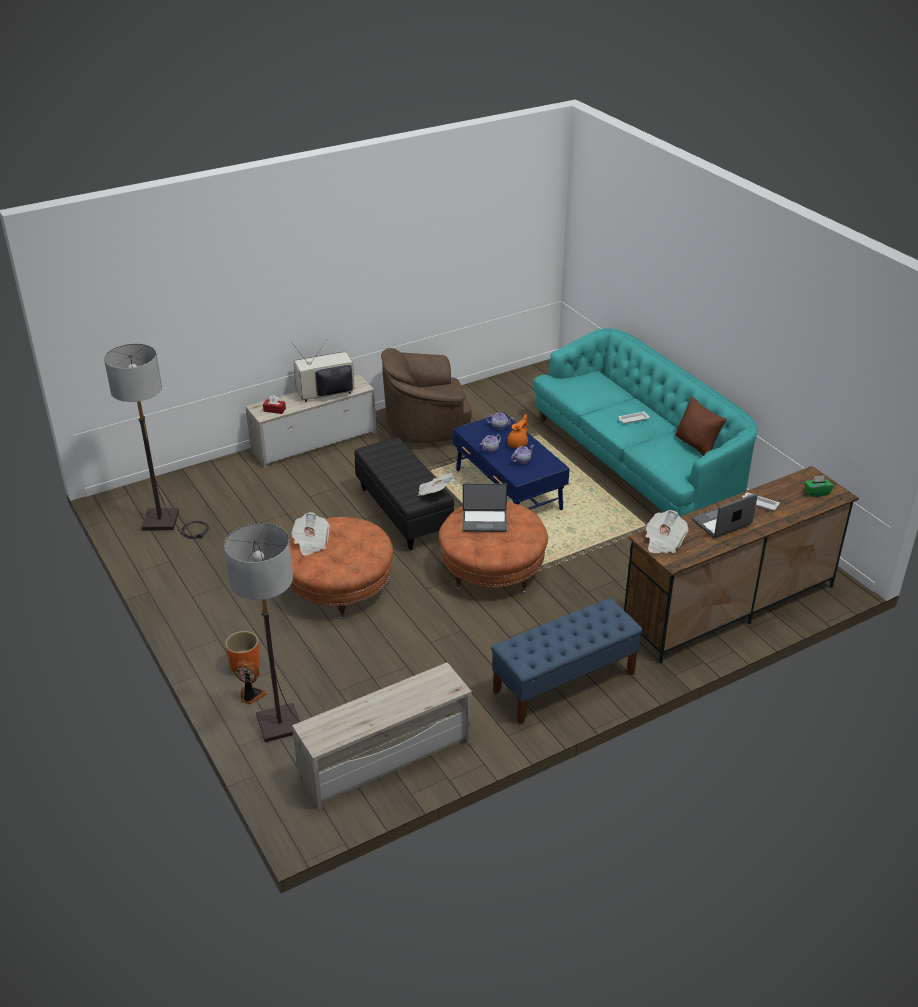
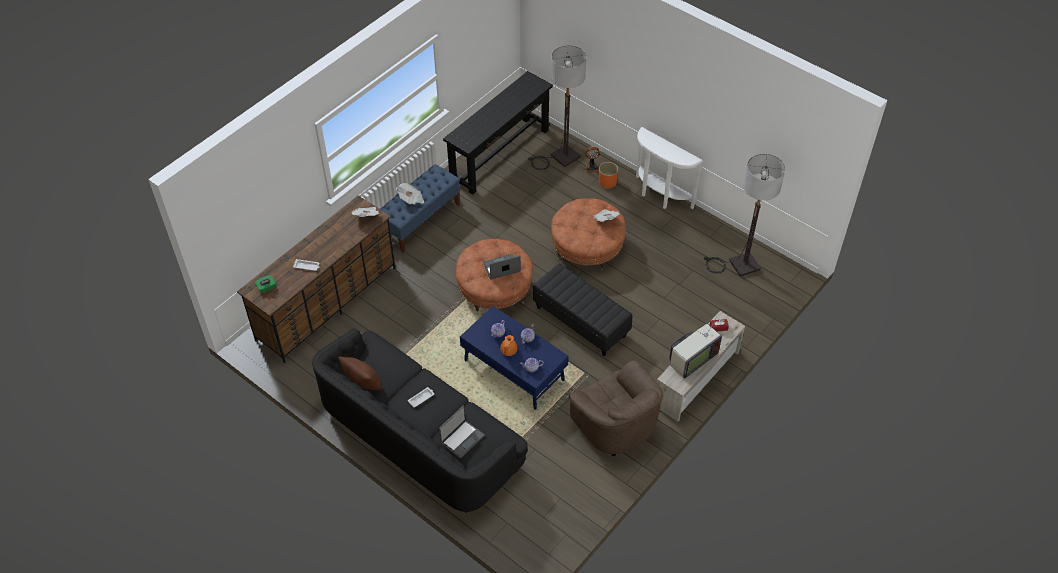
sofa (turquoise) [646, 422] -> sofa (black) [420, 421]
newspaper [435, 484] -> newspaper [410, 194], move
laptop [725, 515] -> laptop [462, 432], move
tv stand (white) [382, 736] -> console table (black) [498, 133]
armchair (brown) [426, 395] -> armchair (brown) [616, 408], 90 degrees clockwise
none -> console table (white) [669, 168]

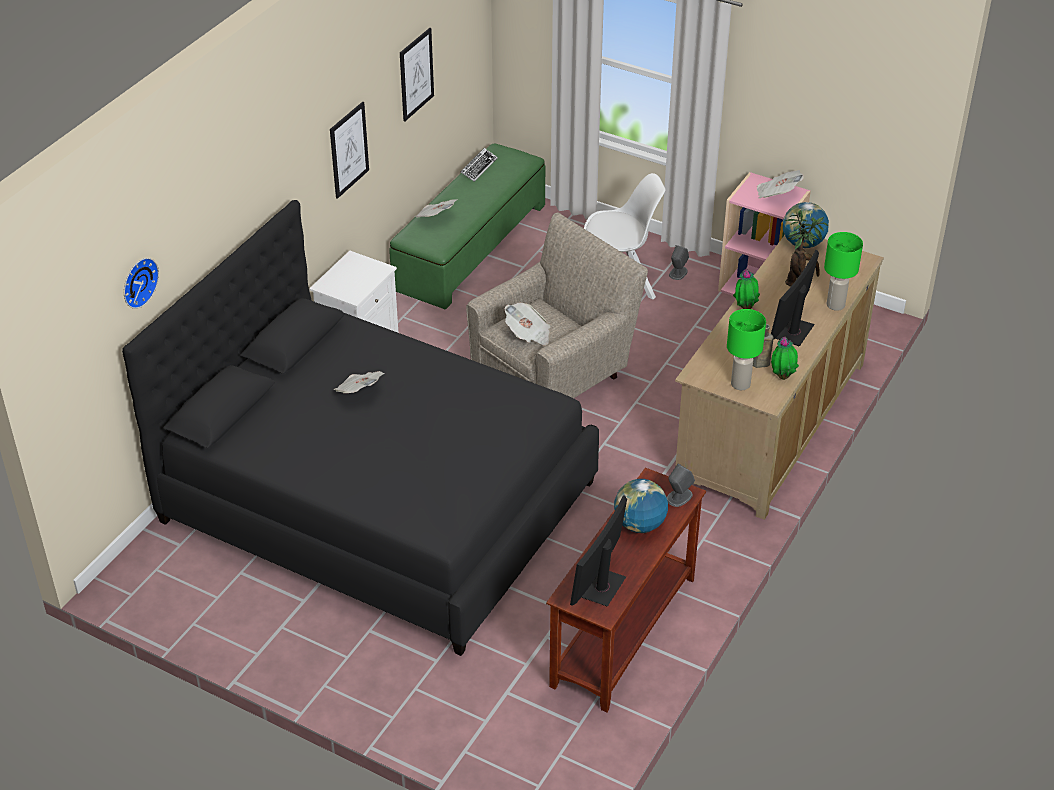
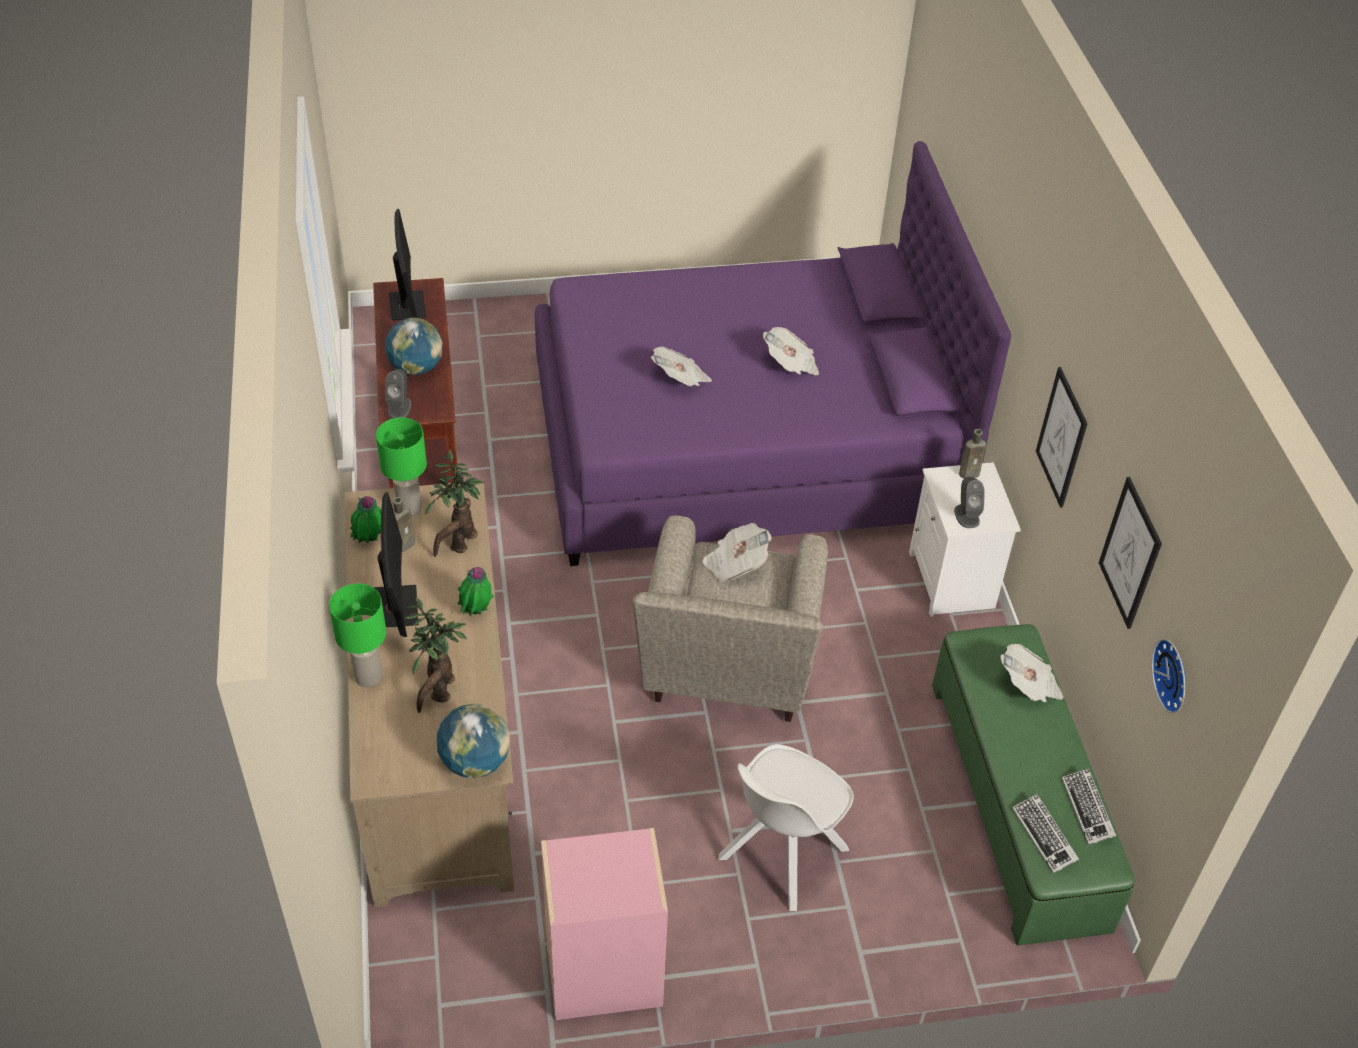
none -> potted plant [454, 503]
bed (black) [360, 428] -> bed (purple) [772, 353]
newspaper [780, 184] -> newspaper [681, 366], move
speaker (grey) [679, 262] -> speaker (grey) [969, 502], move
none -> bottle (brown) [972, 454]
none -> keyboard [1045, 834]
wall clock [141, 283] -> wall clock [1168, 676], move

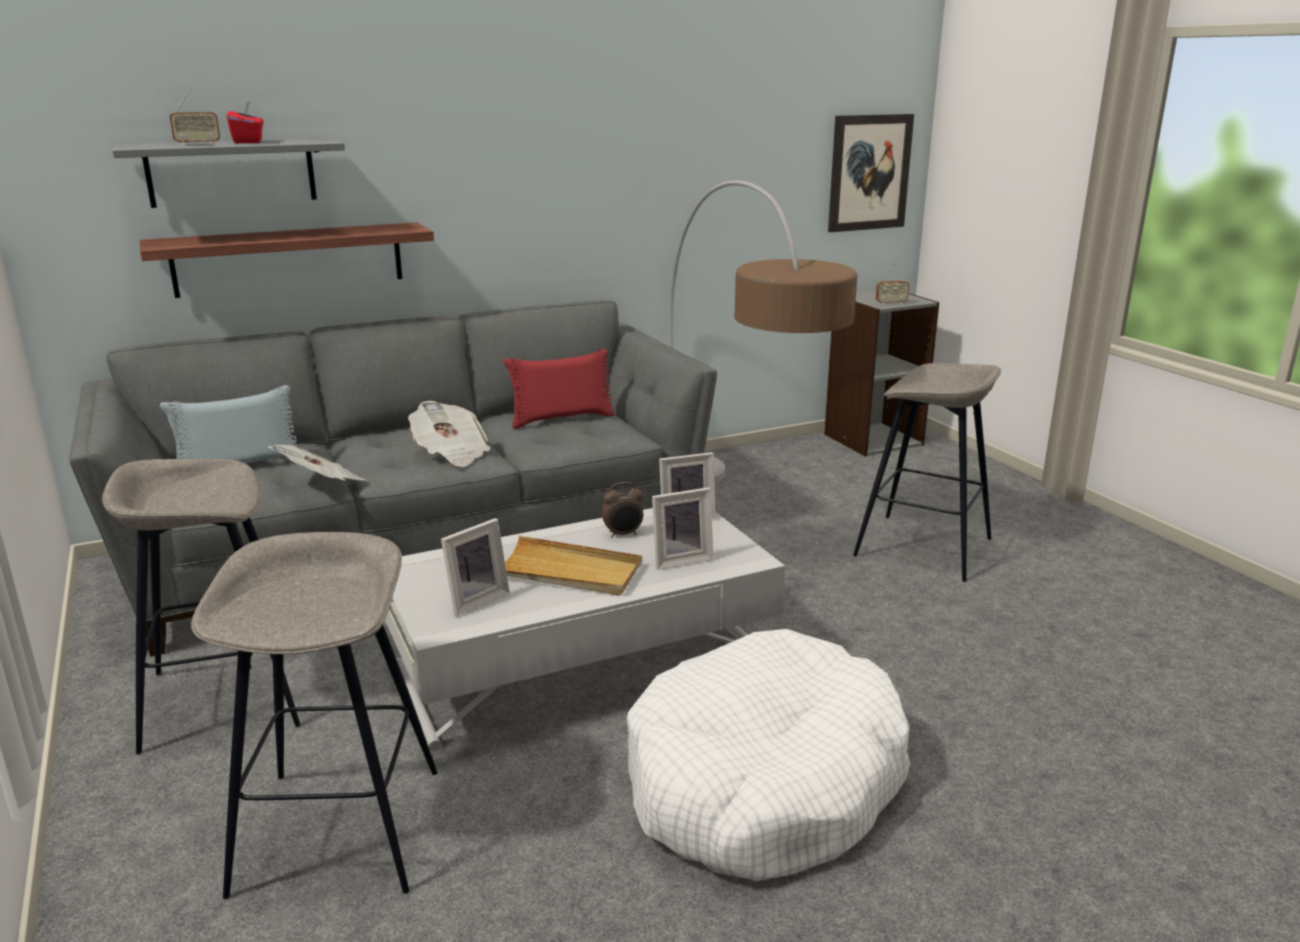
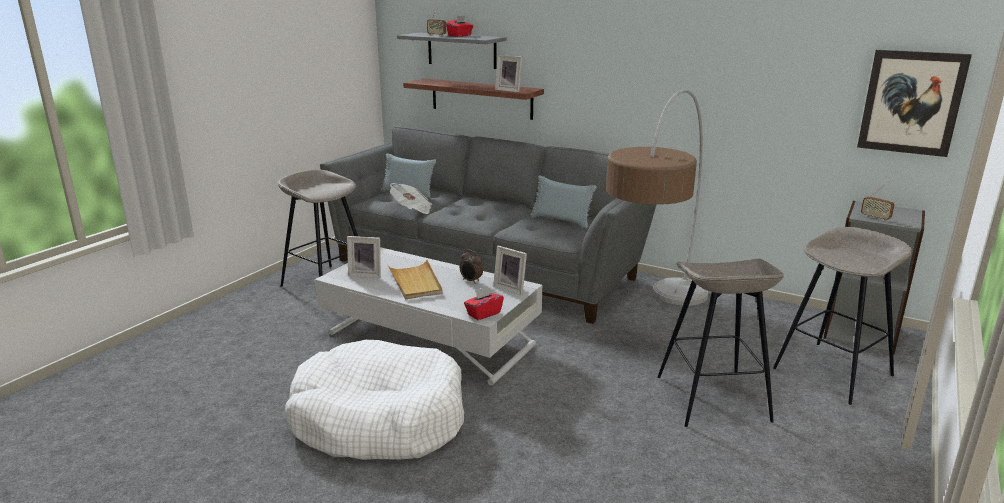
none -> tissue box (red) [484, 303]
picture frame [682, 528] -> picture frame [508, 73], move
pillow (red) [558, 389] -> pillow (blue) [563, 202]
stool (grey) [314, 715] -> stool (grey) [842, 316], move
newspaper [449, 434] -> none

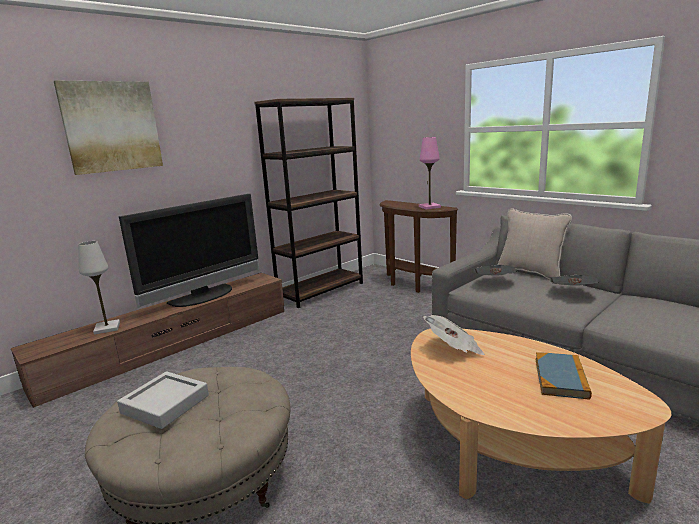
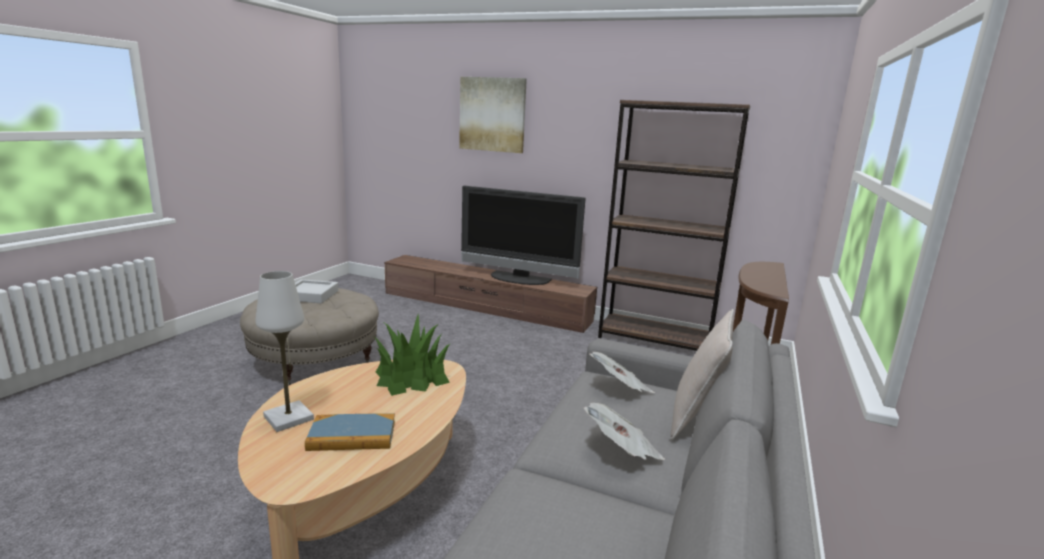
table lamp (white) [99, 288] -> table lamp (white) [284, 351], move
newspaper [454, 335] -> potted plant [413, 355]
table lamp (pink) [430, 173] -> none

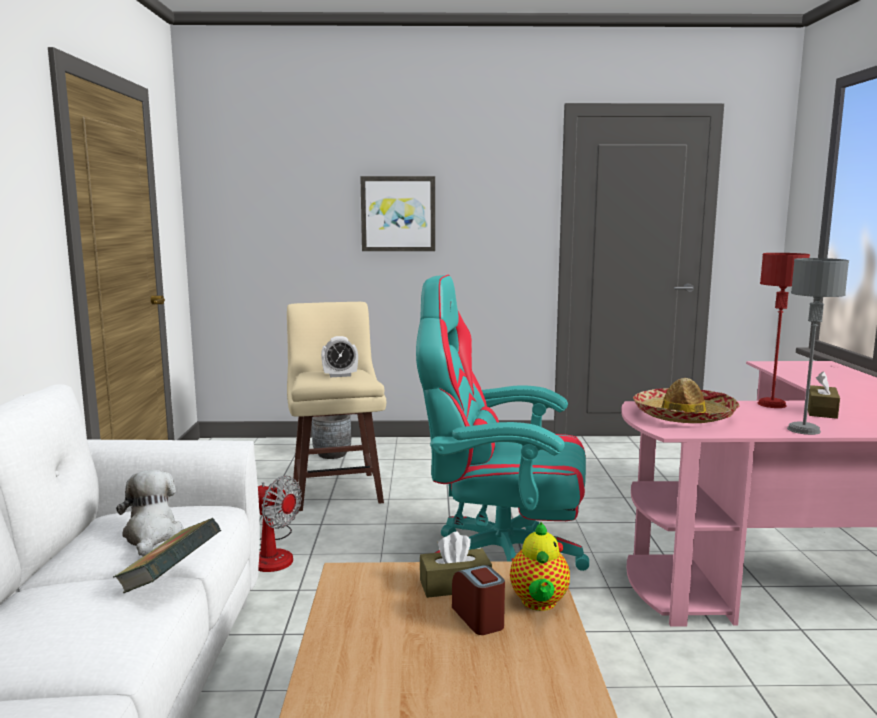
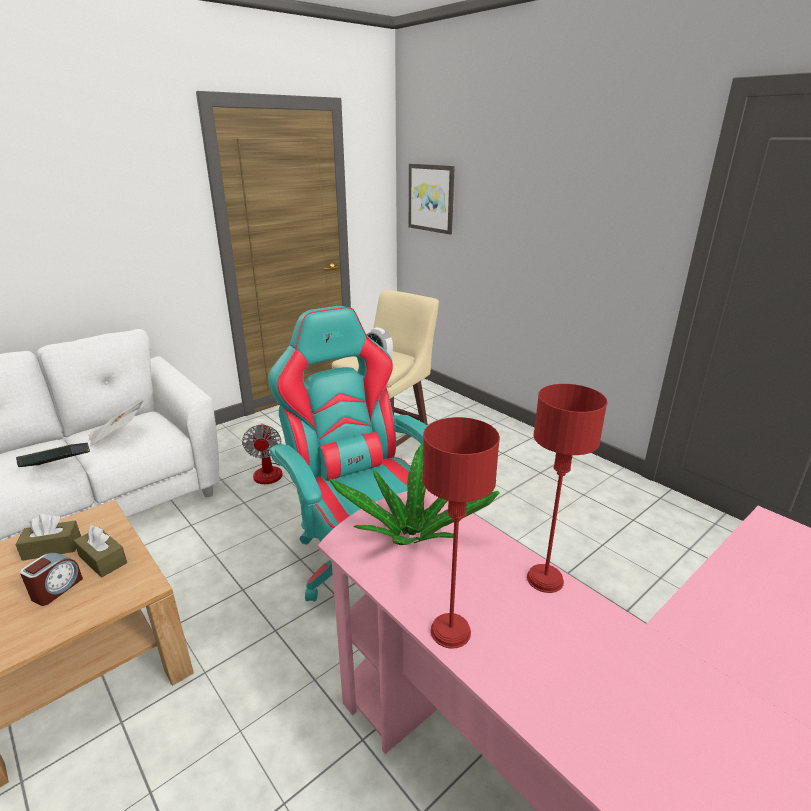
tissue box (brown) [824, 395] -> tissue box (brown) [48, 537], move
plush toy [149, 513] -> newspaper [116, 422]
hat [686, 400] -> potted plant [414, 494]
picture [397, 213] -> picture [432, 199], move
table lamp (grey) [818, 346] -> table lamp (red) [461, 533]
planter (grey) [331, 437] -> none
teapot [540, 566] -> none

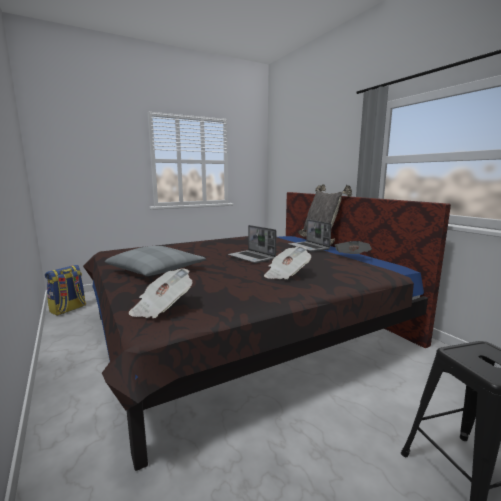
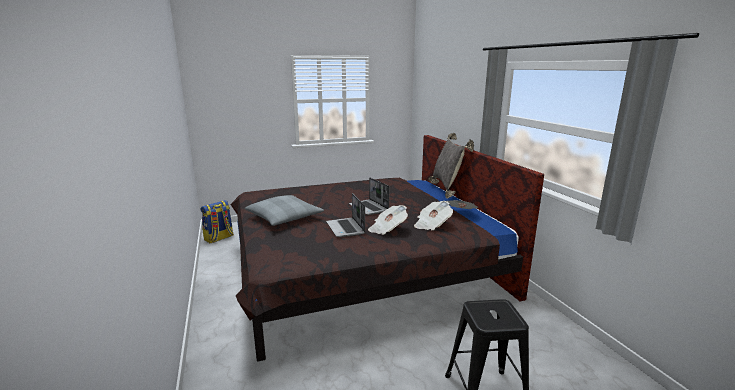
laptop [310, 235] -> laptop [345, 215], move
newspaper [160, 293] -> newspaper [433, 215], move

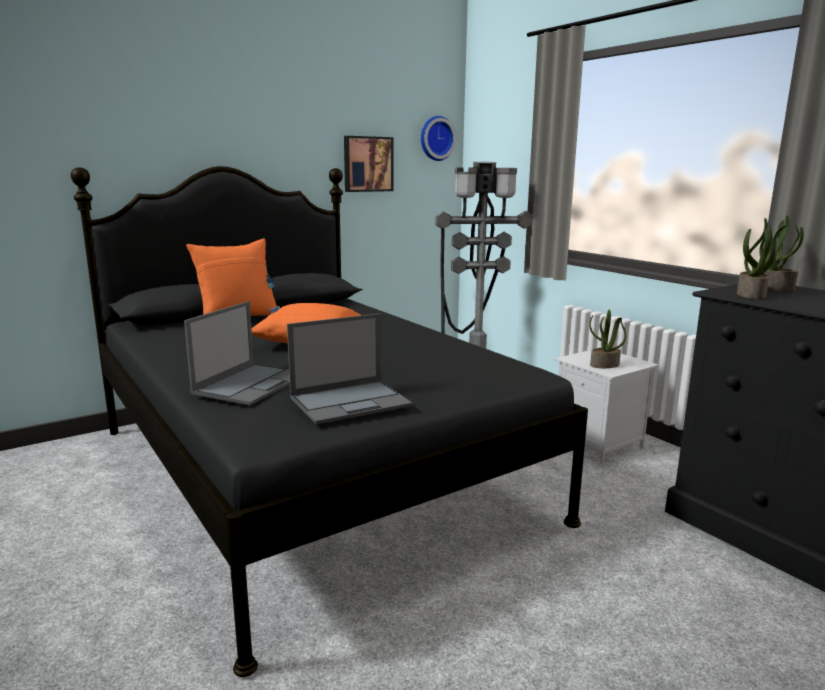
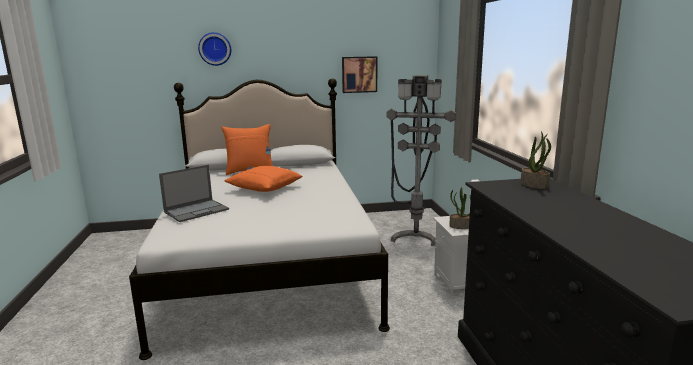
bed (black) [329, 421] -> bed (white) [259, 219]
wall clock [438, 138] -> wall clock [214, 49], move
laptop [350, 368] -> none
potted plant [762, 258] -> none

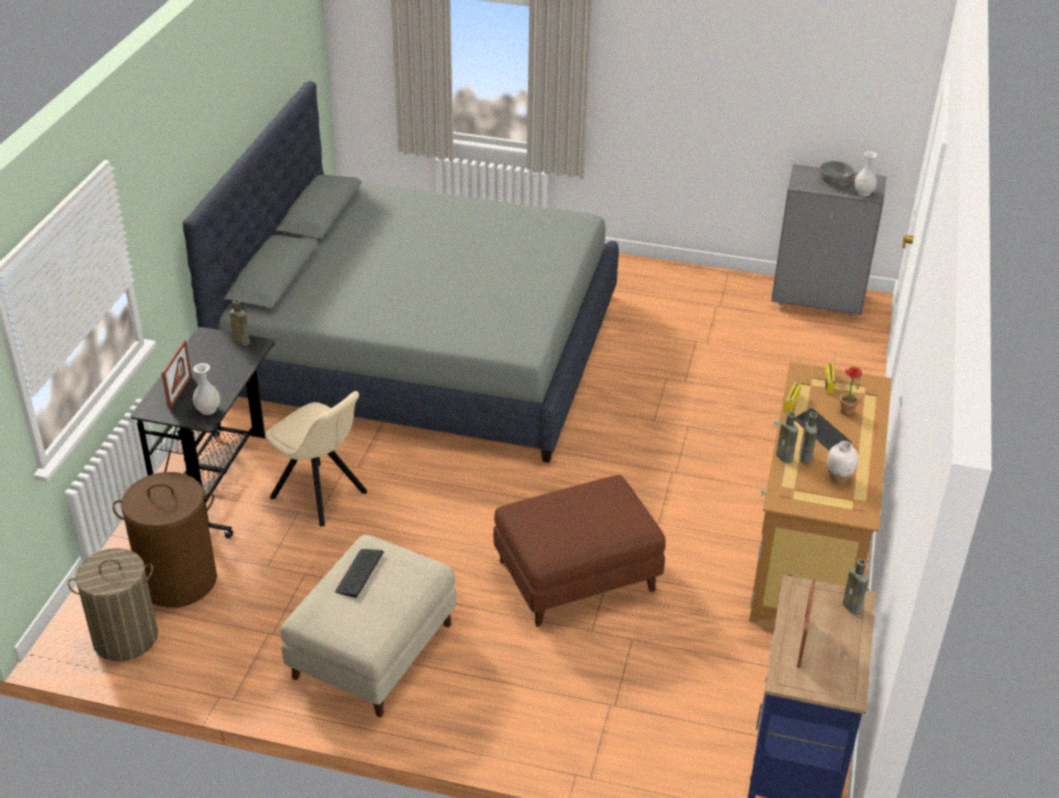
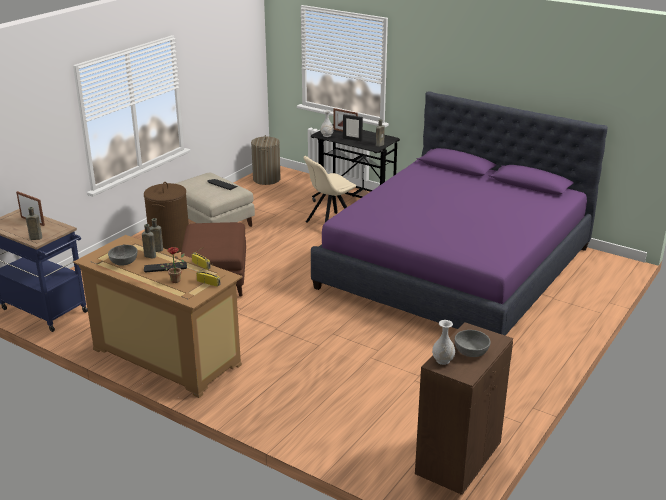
vase (white) [842, 462] -> bowl (grey) [123, 255]
laundry basket (brown) [164, 540] -> laundry basket (brown) [166, 217], move
bed (grey) [400, 272] -> bed (purple) [459, 213]
none -> picture frame [353, 127]
cabinet (grey) [829, 240] -> cabinet (brown) [464, 408]

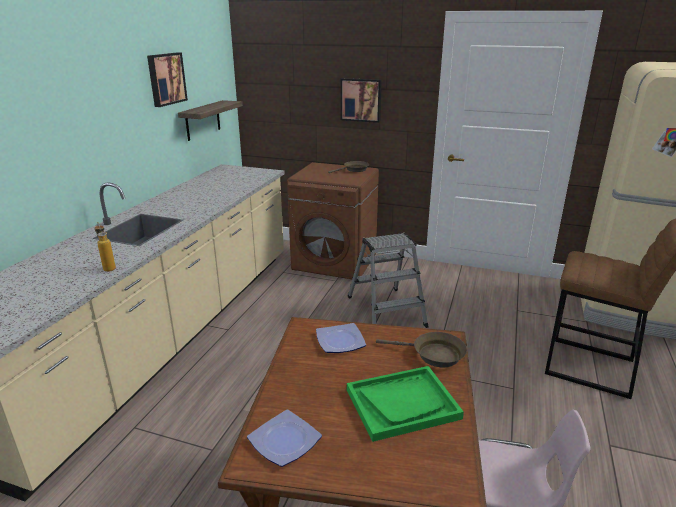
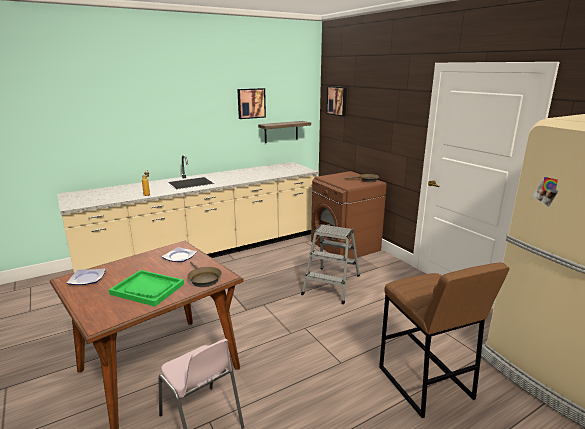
picture [361, 100] -> picture [336, 101], move

